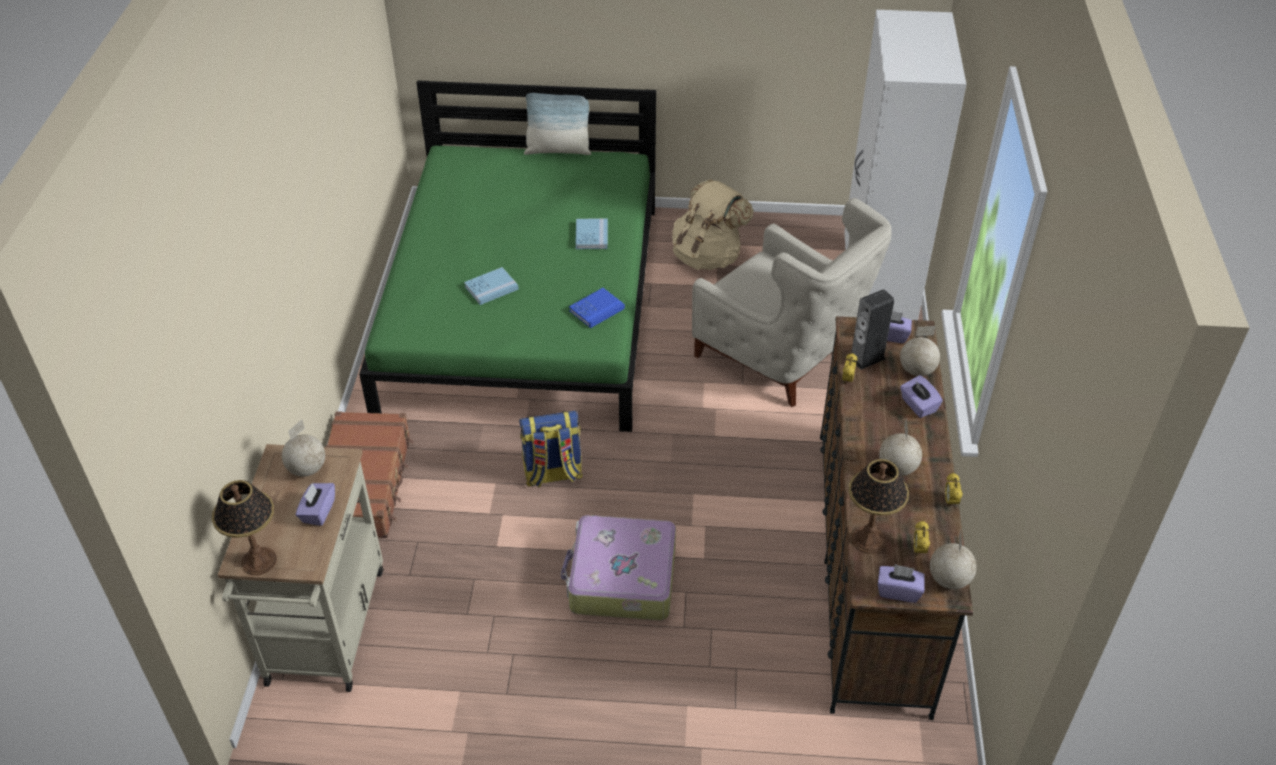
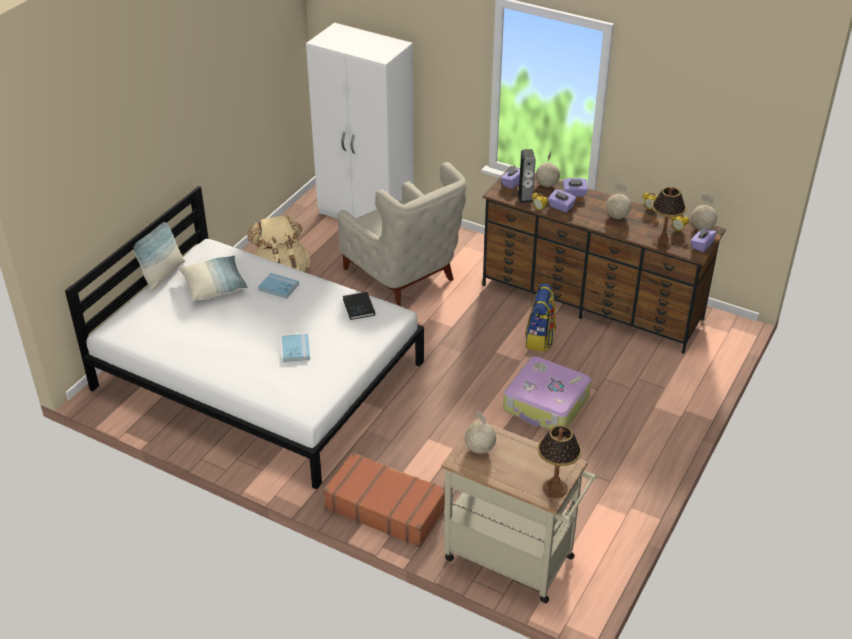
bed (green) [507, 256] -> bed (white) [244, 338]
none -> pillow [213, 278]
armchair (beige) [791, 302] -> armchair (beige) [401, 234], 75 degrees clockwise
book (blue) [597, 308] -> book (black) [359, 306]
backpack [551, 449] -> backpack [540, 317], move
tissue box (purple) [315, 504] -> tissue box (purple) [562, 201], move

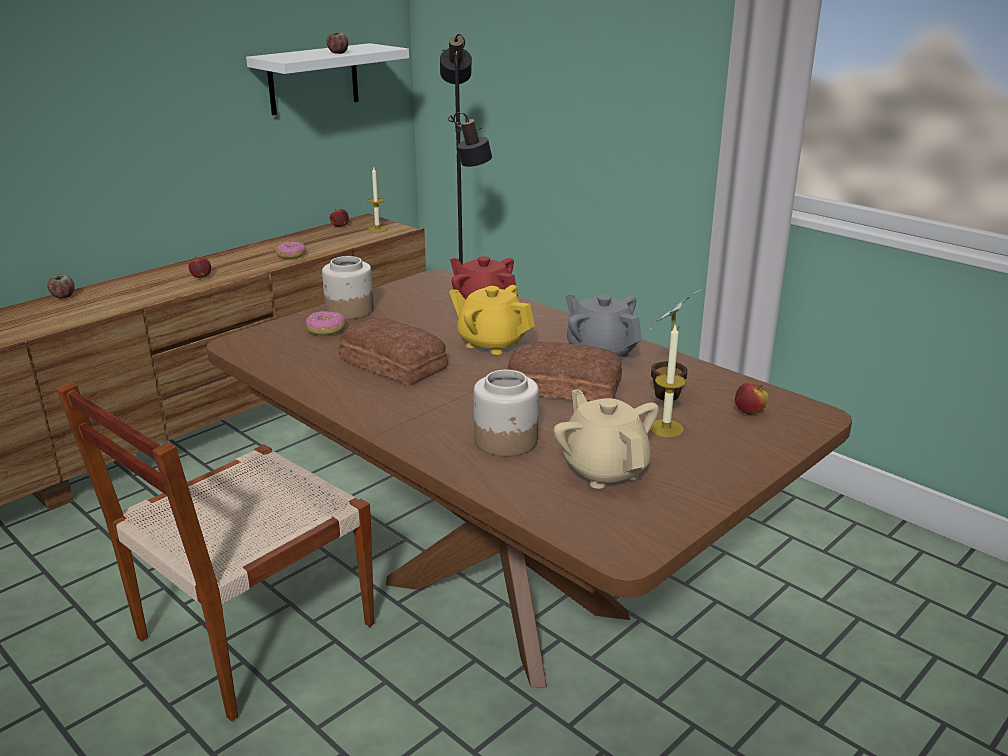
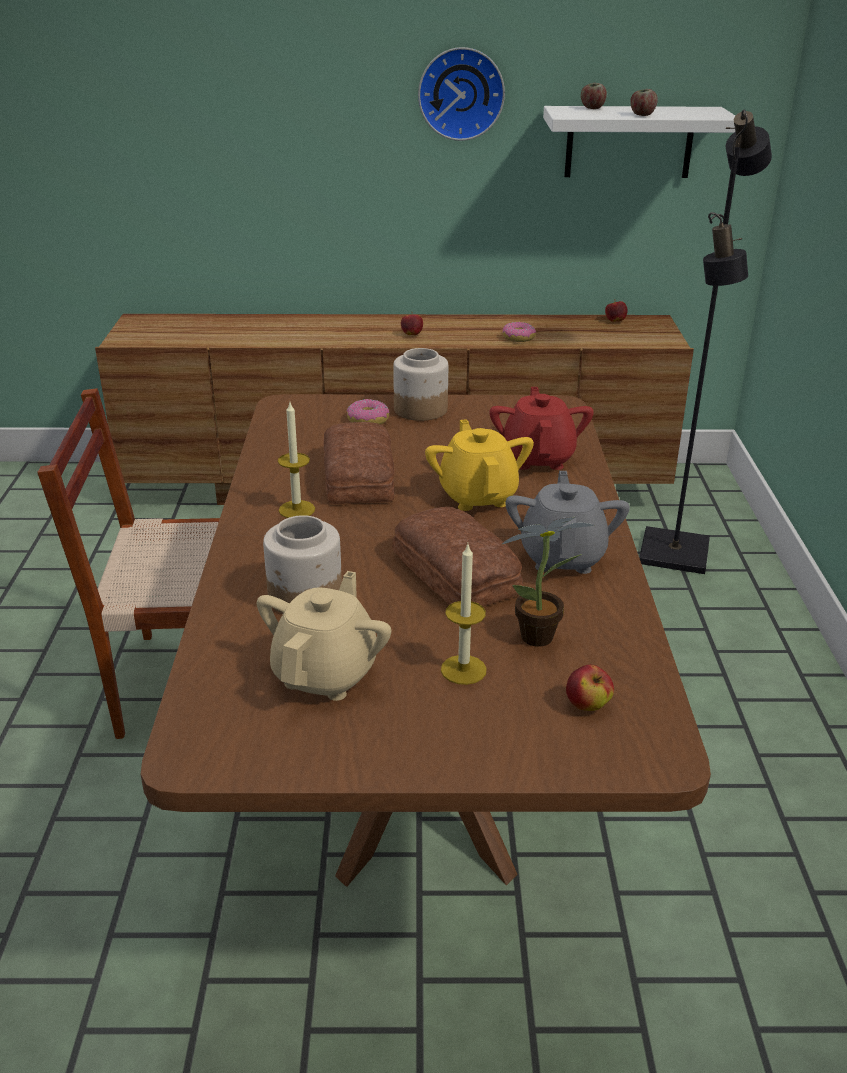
candle [377, 200] -> candle [296, 460], move
none -> wall clock [461, 94]
apple [61, 286] -> apple [594, 96], move

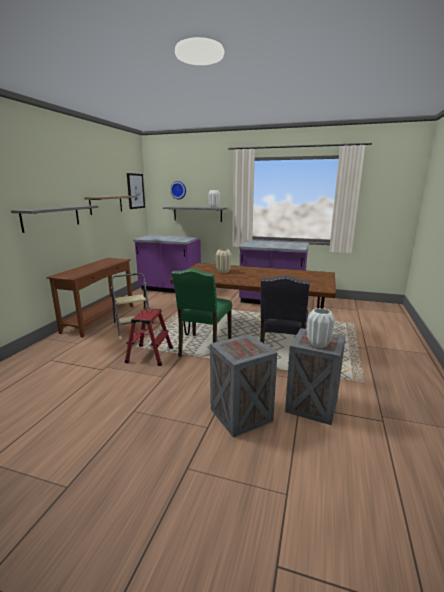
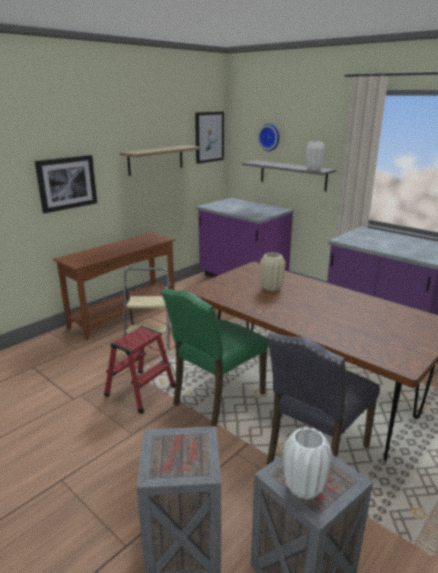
shelf (grey) [54, 219] -> picture [66, 184]

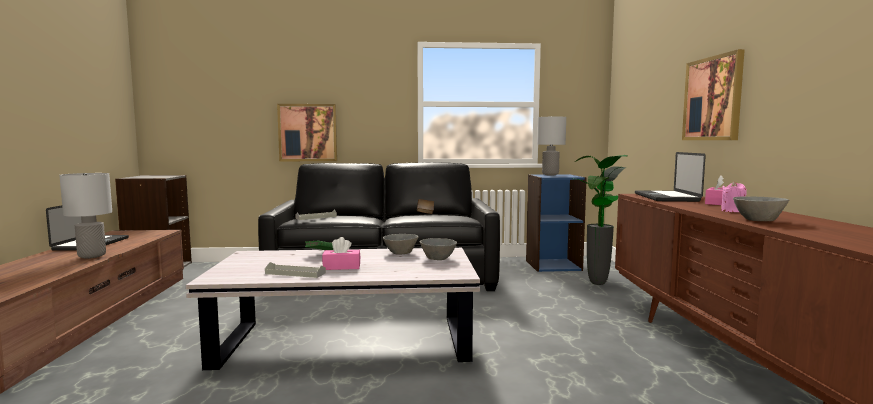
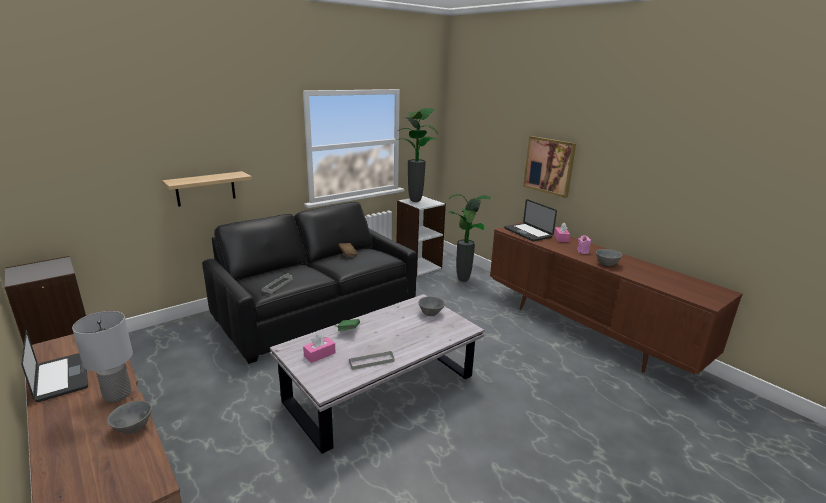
bowl (grey) [401, 244] -> bowl (grey) [129, 417], move
picture [307, 132] -> shelf [207, 189]
tissue box (pink) [341, 253] -> tissue box (pink) [319, 348], move
table lamp (grey) [551, 146] -> potted plant [417, 155]
bookcase (blue) [556, 223] -> bookcase (white) [421, 236]

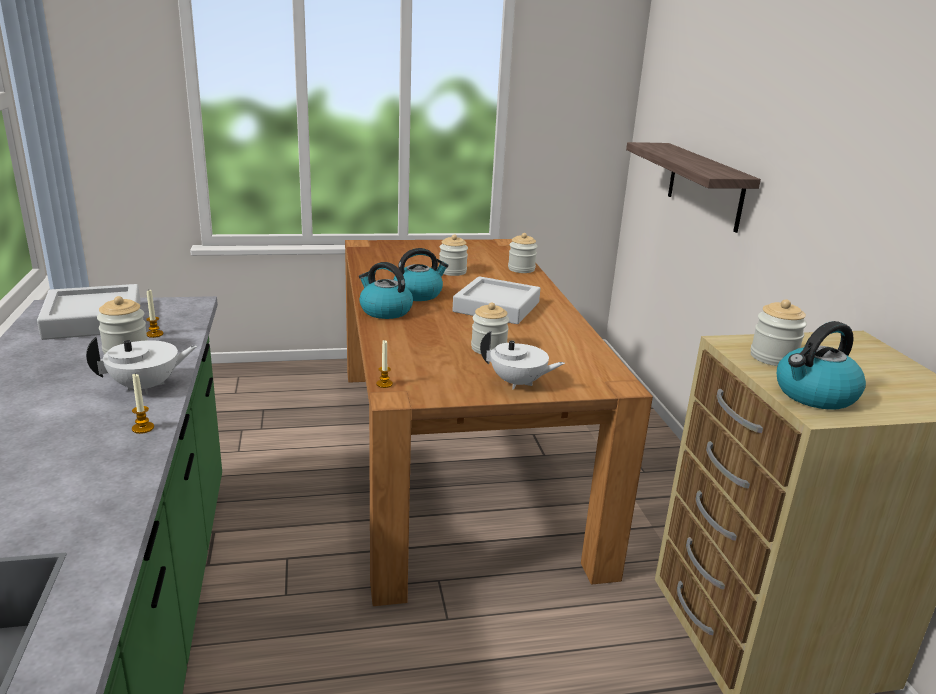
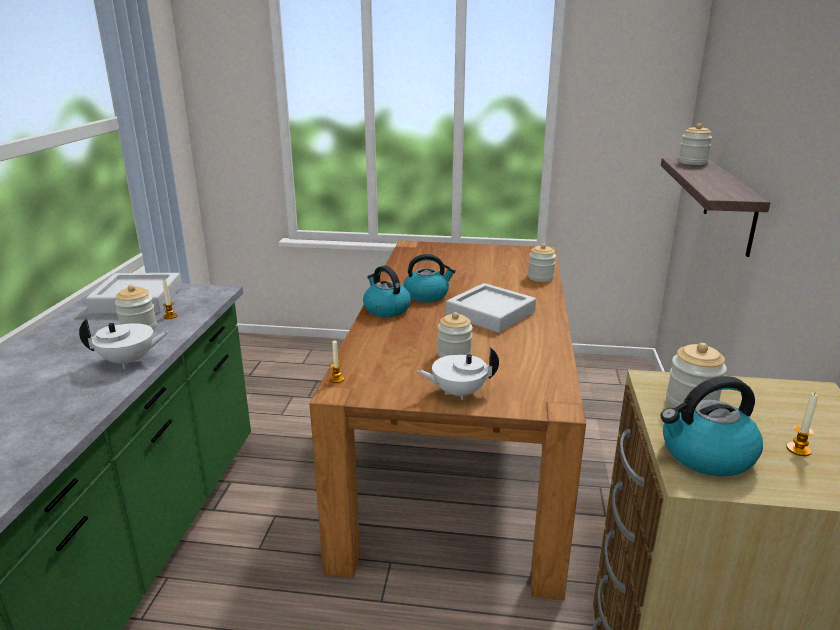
teapot (white) [522, 360] -> teapot (white) [457, 373], 135 degrees clockwise
jar [453, 255] -> jar [695, 144], move
candle [143, 403] -> candle [802, 424], move

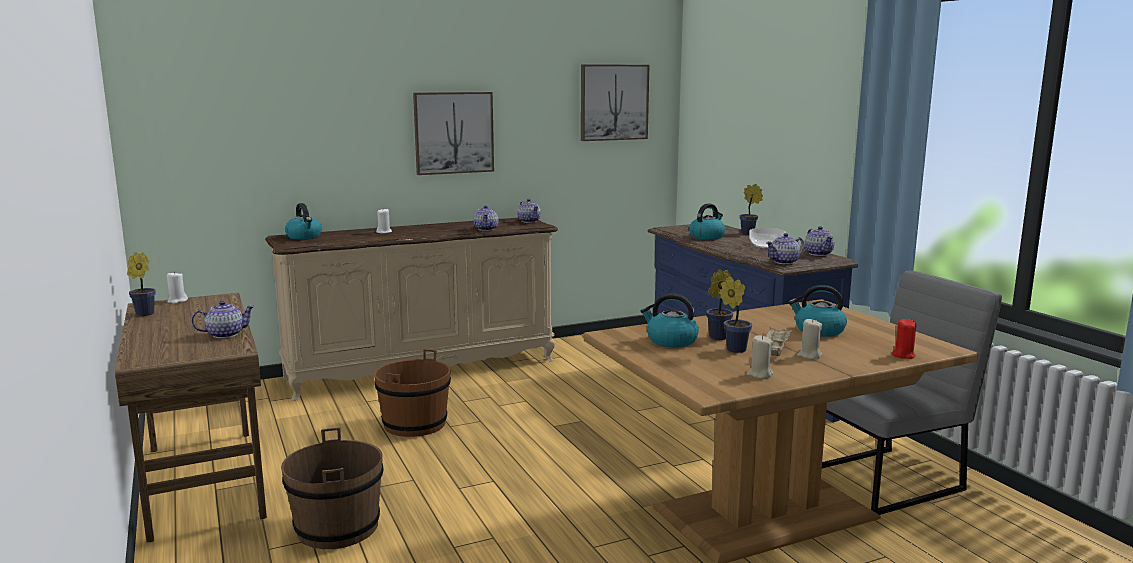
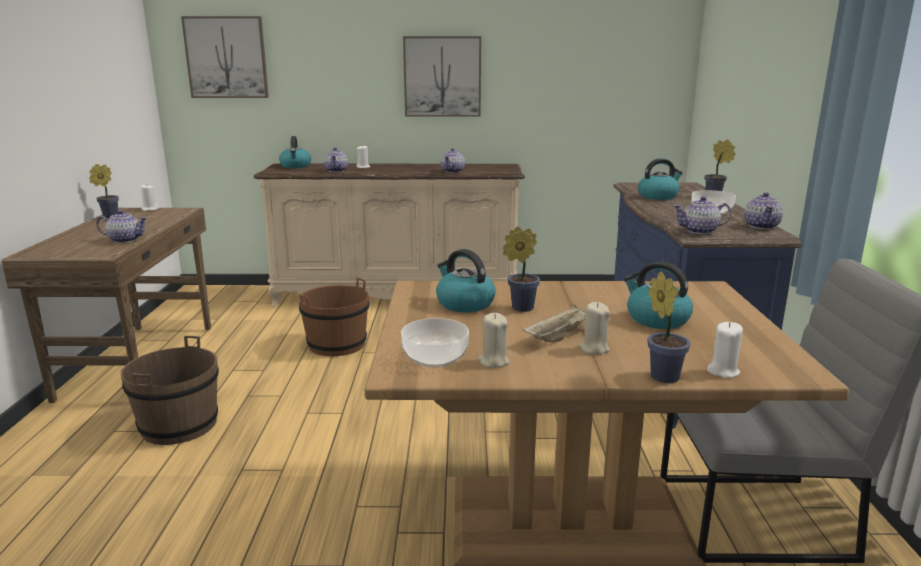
picture [615, 102] -> picture [225, 57], move
teapot [529, 211] -> teapot [336, 159], move
none -> bowl [435, 342]
potted plant [735, 314] -> potted plant [669, 327], move
candle (red) [904, 339] -> candle (white) [725, 350]

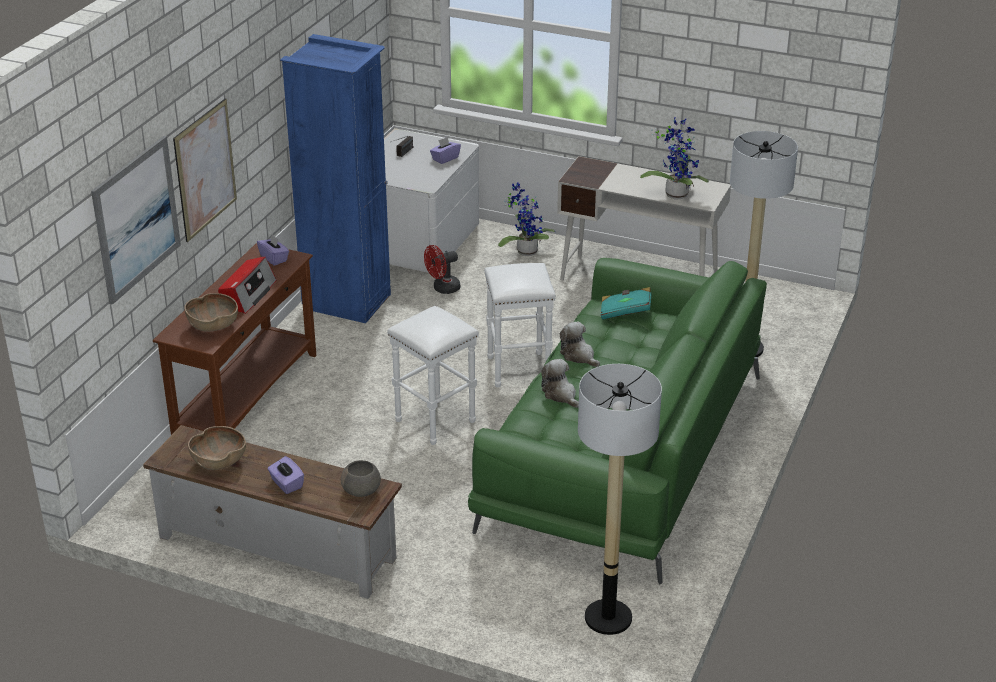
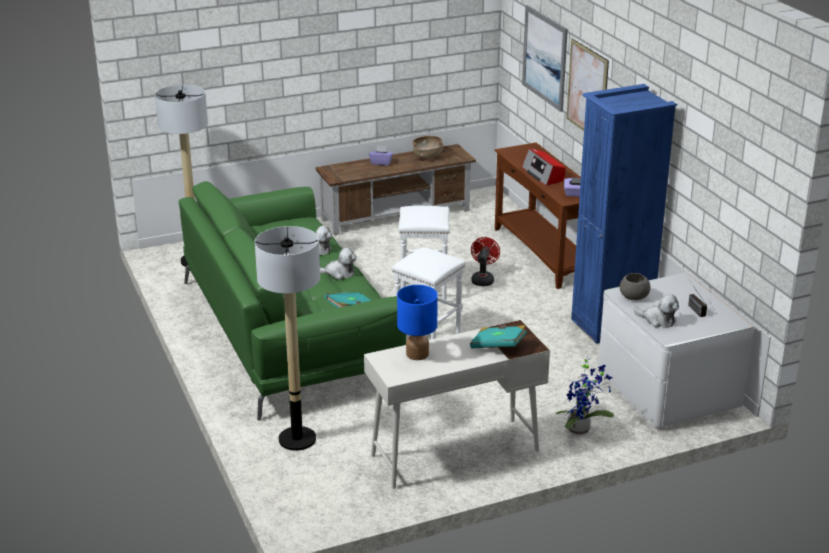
potted plant [674, 158] -> table lamp (blue) [417, 322]
none -> book (turquoise) [498, 336]
fan (red) [442, 269] -> fan (red) [485, 261], move
bowl (grey) [361, 478] -> bowl (grey) [635, 286], move
tissue box (purple) [445, 150] -> plush toy [656, 311]
bowl (brown) [211, 312] -> none

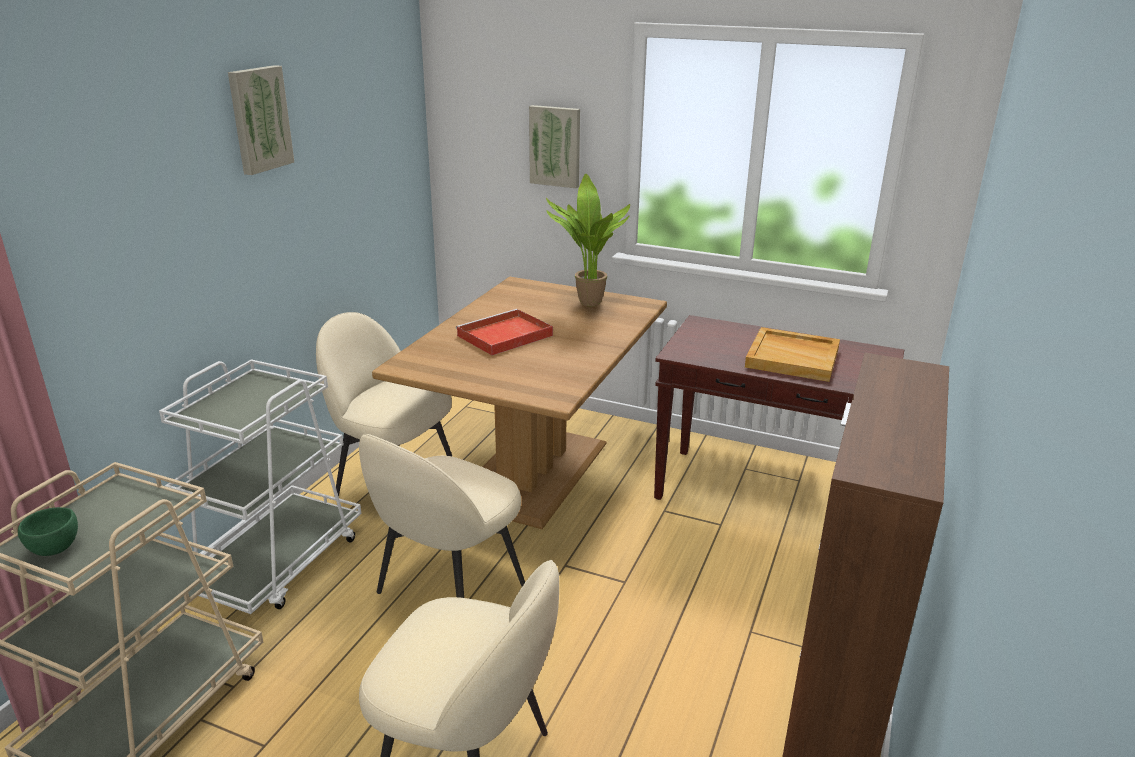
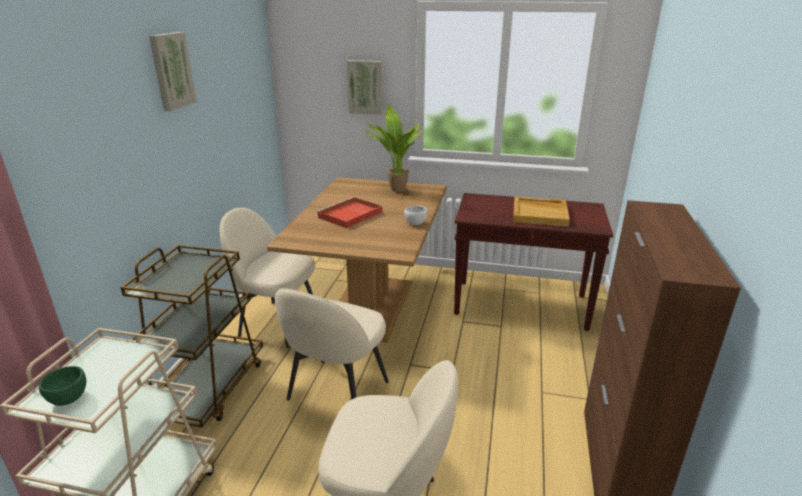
cart (white) [260, 486] -> cart (brown) [192, 336]
none -> bowl (white) [415, 215]

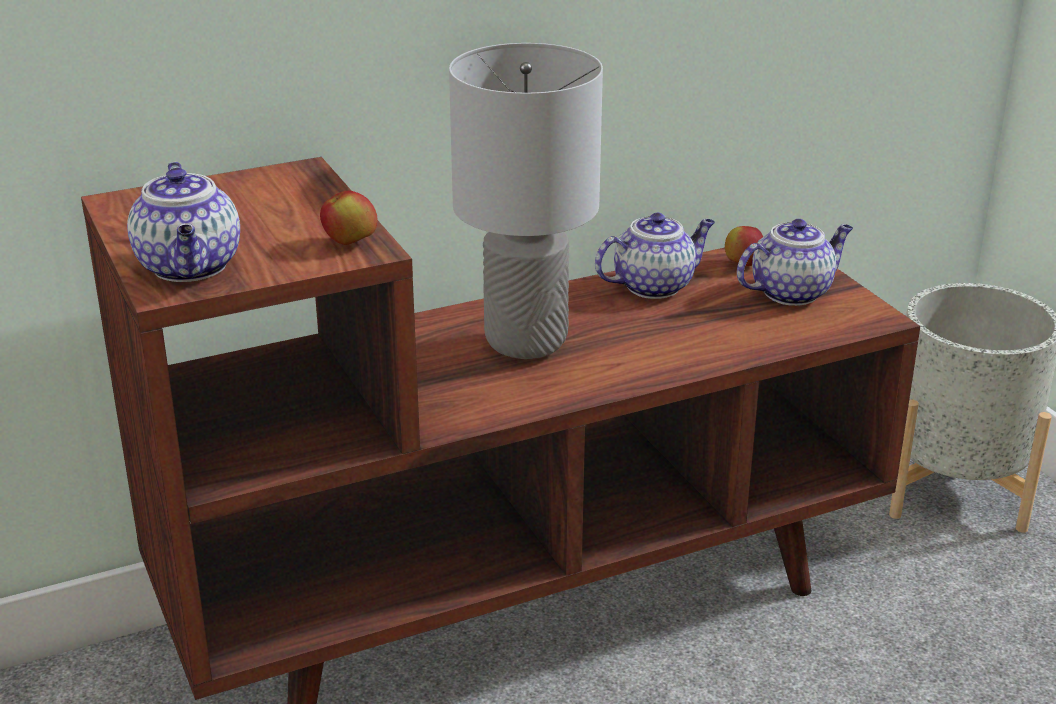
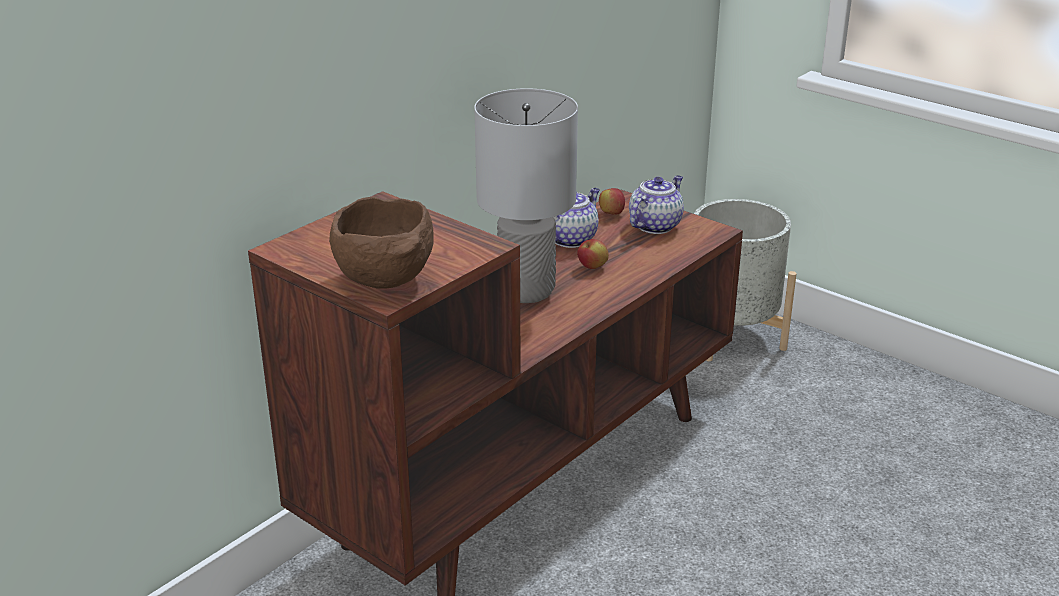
teapot [183, 222] -> bowl (brown) [381, 243]
apple [348, 218] -> apple [593, 254], move

